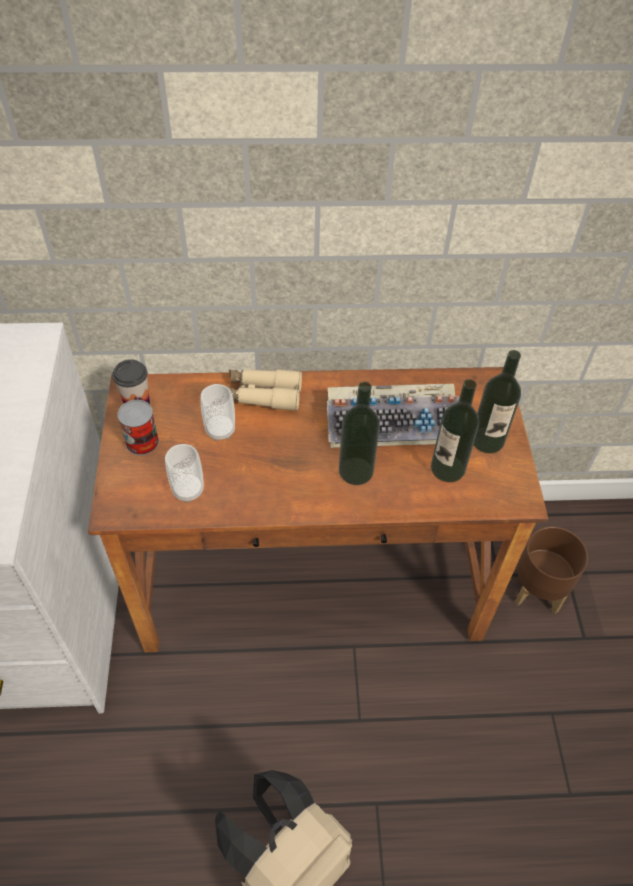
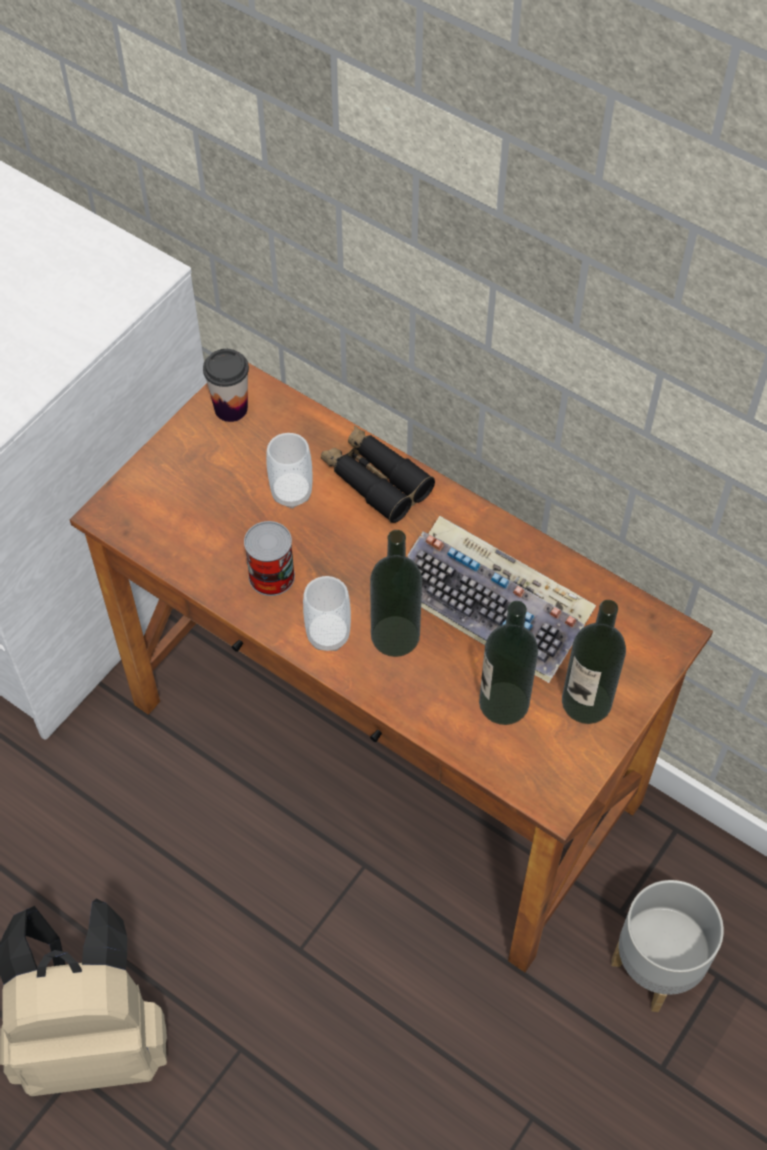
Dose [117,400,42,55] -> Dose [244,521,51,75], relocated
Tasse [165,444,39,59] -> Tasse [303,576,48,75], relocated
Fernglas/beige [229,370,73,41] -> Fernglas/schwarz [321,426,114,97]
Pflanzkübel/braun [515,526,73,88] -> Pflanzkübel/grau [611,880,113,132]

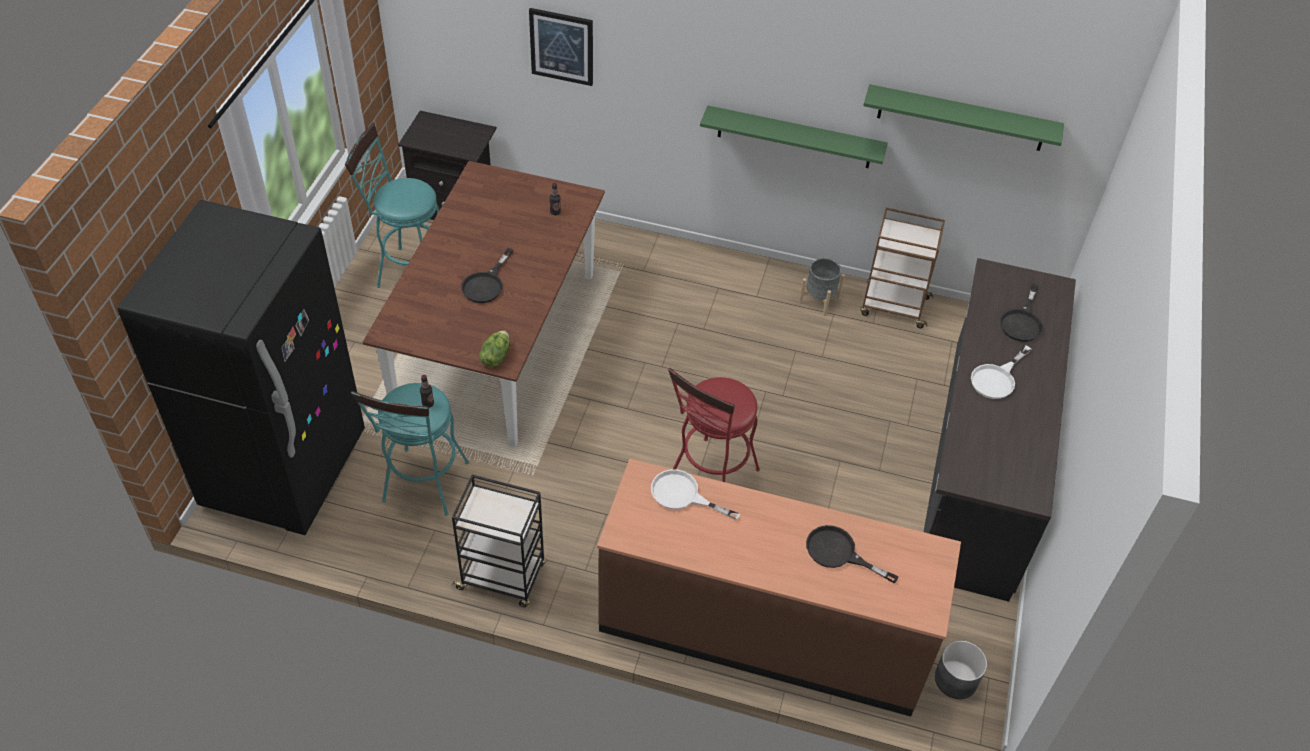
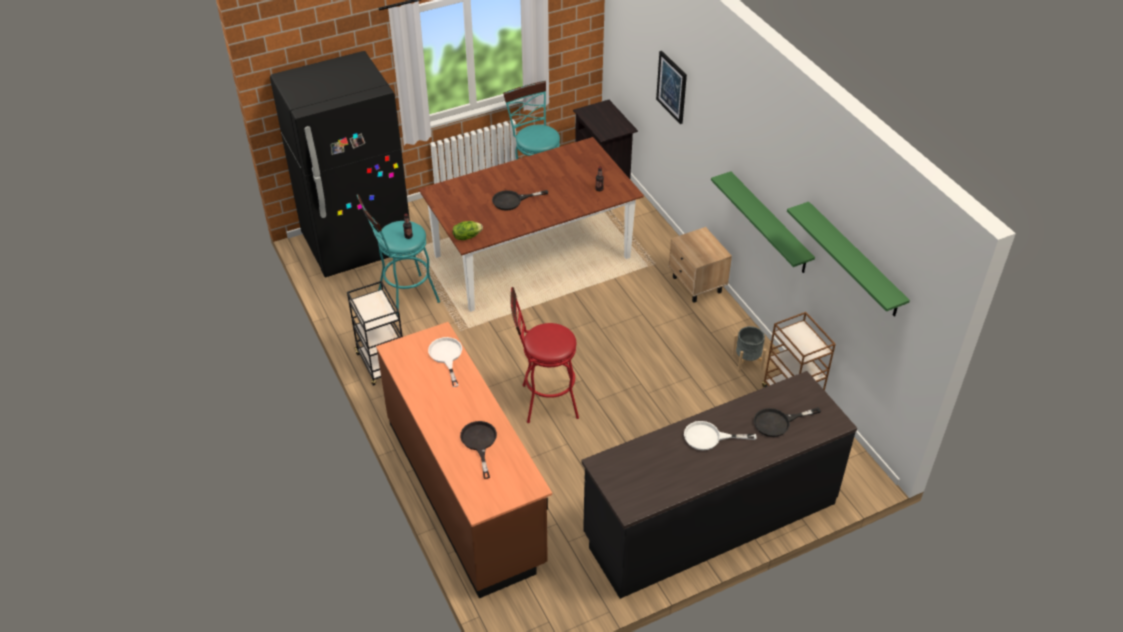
Pflanzkübel/grau [935,640,52,59] -> none
none -> Nachttisch/beige [669,227,63,76]

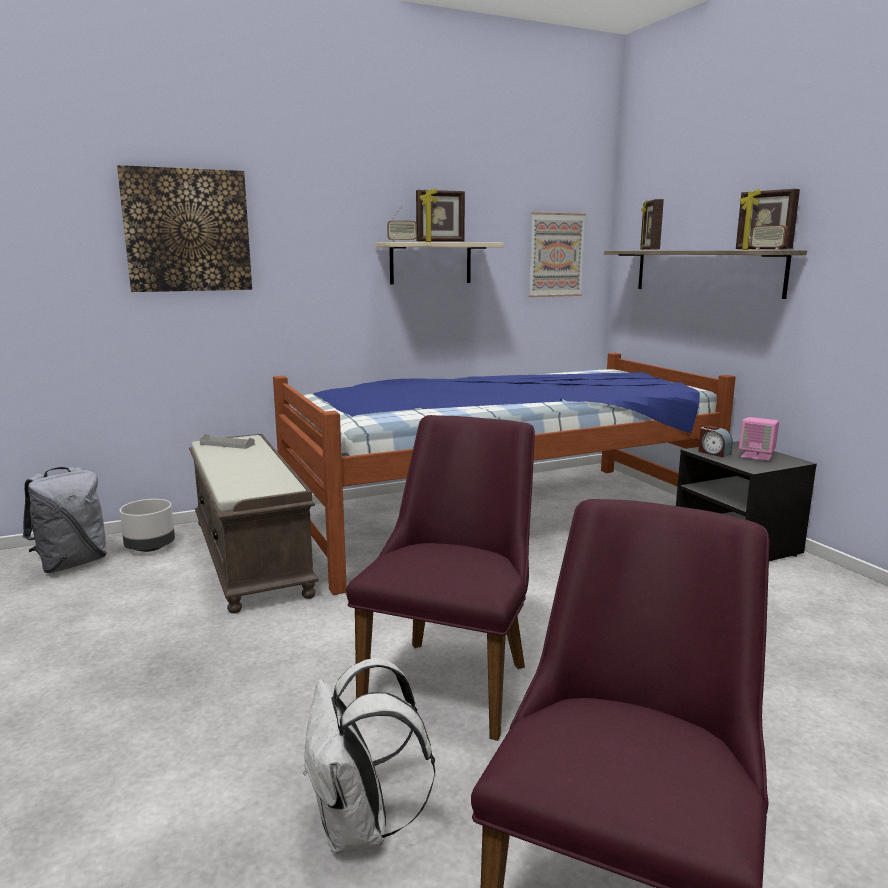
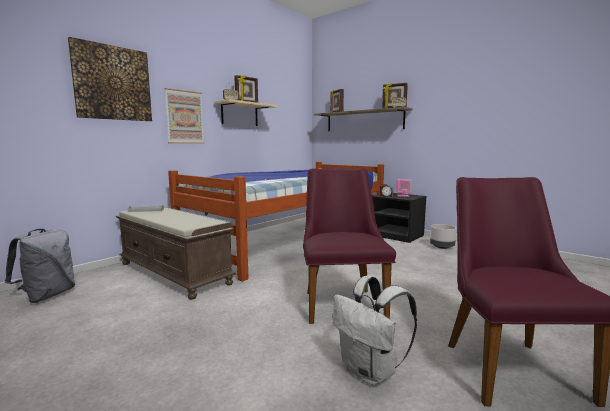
Pflanzkübel/grau [119,499,56,53] -> Pflanzkübel/grau [430,224,26,25], relocated
Bild [529,212,57,85] -> Bild [164,88,40,56], relocated

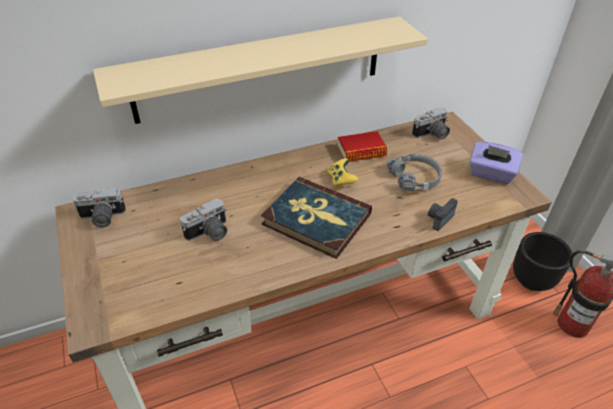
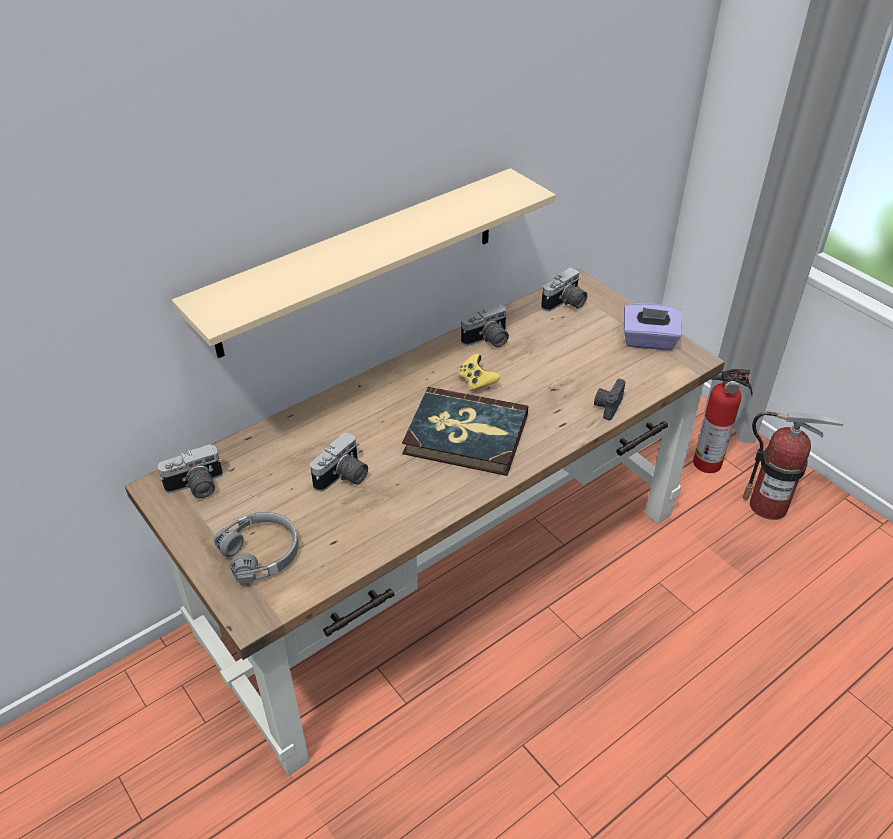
Buch [337,131,50,31] -> Kamera [461,304,48,44]
Kopfhörer/grau [387,154,55,38] -> Kopfhörer/grau [214,512,85,71], relocated
Pflanzkübel/schwarz [513,232,59,59] -> Feuerlöscher [693,369,60,104]

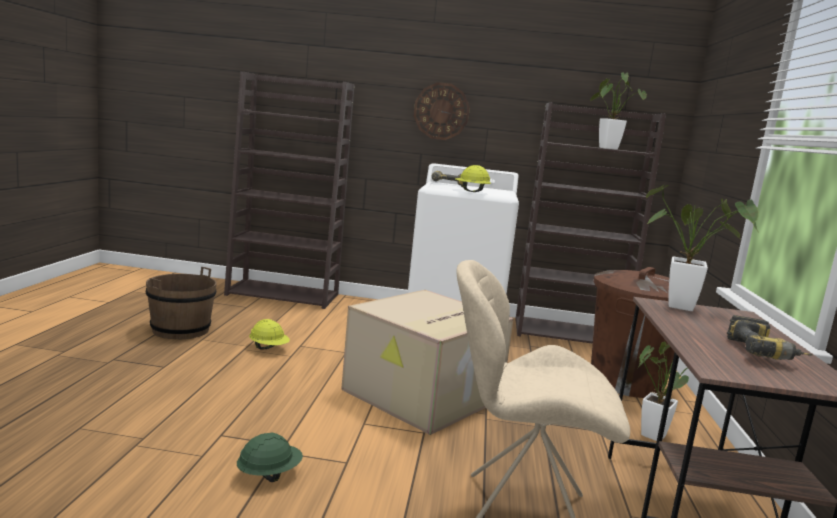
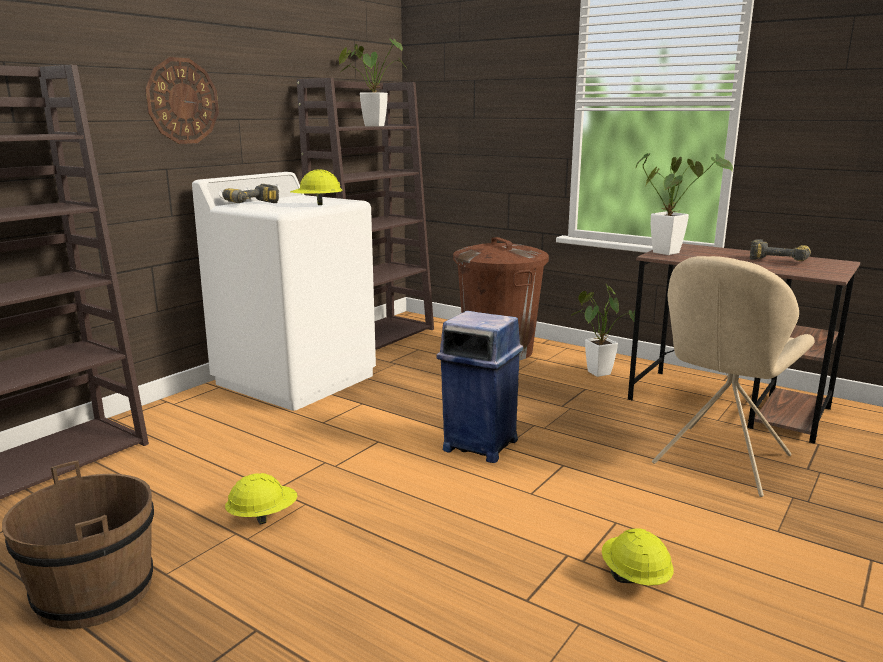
Schutzhelm/grün [237,432,66,50] -> Schutzhelm/gelb [602,528,71,58]
Karton [341,290,173,145] -> Mülleimer/blau [436,311,87,152]

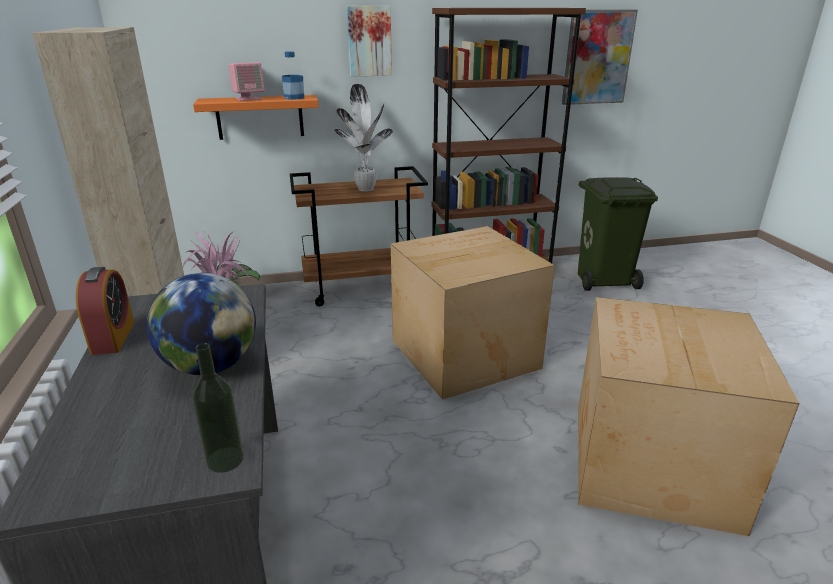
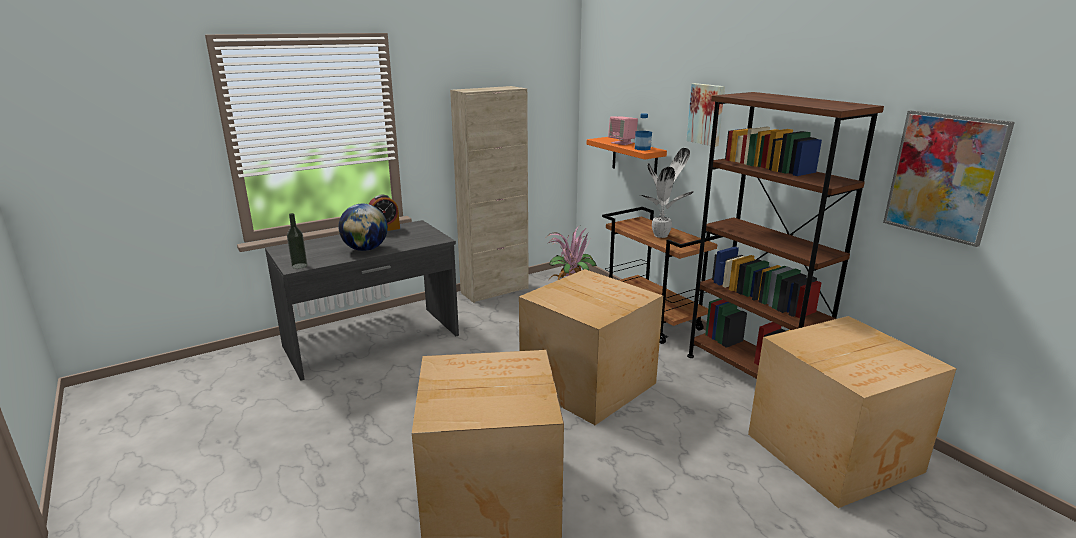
Mülleimer/grün [578,177,80,114] -> Karton [748,316,209,192]

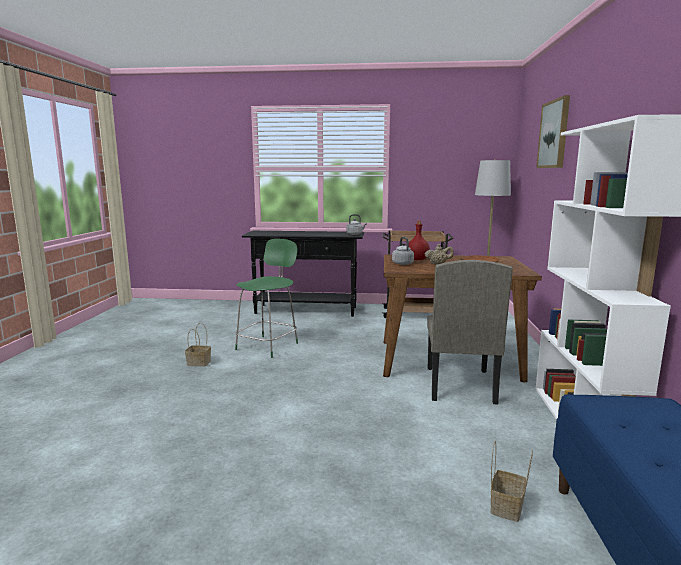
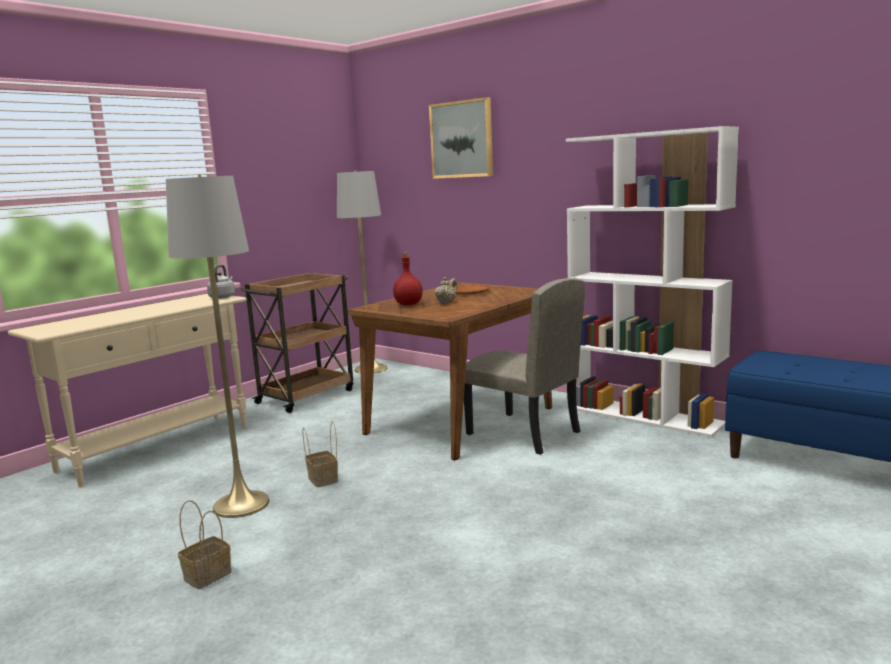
Hocker/grün [235,239,63,119] -> Stehlampe/grau [166,174,103,344]
Konsolentisch/schwarz [242,231,122,86] -> Konsolentisch/beige [8,294,239,193]
Wasserkessel/grau [392,237,22,28] -> none
Korb [490,441,43,81] -> Korb [303,421,35,66], relocated

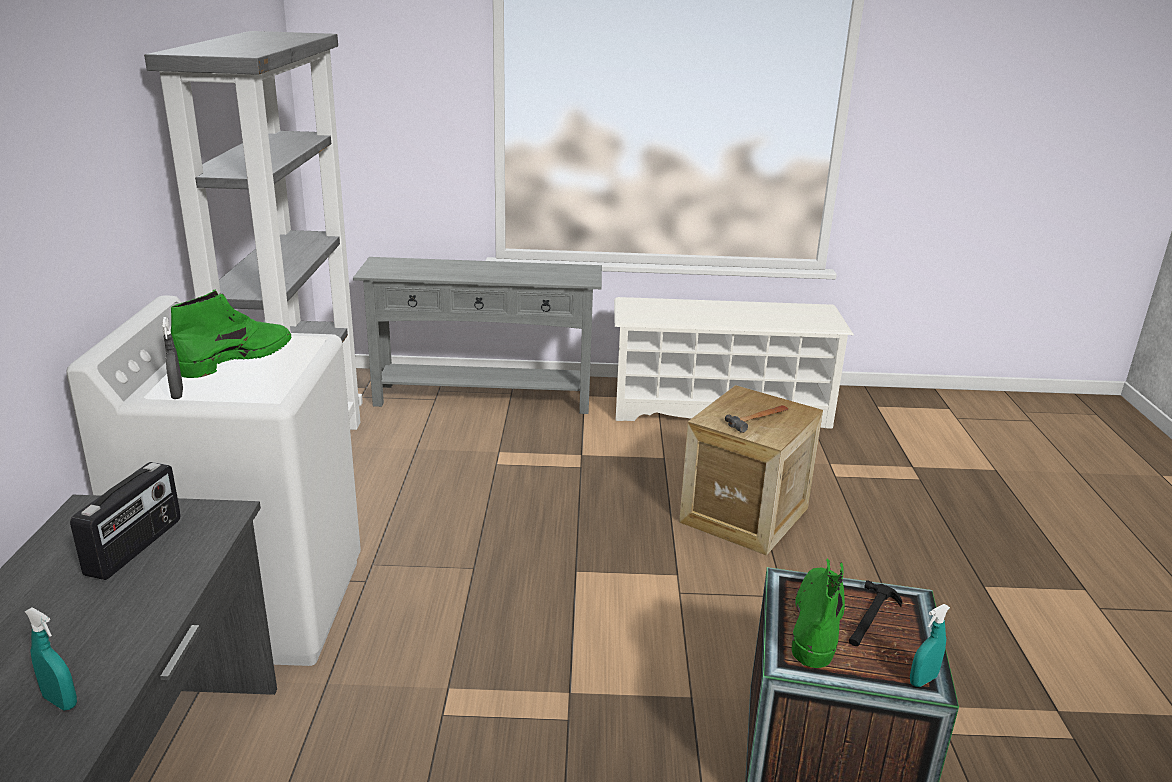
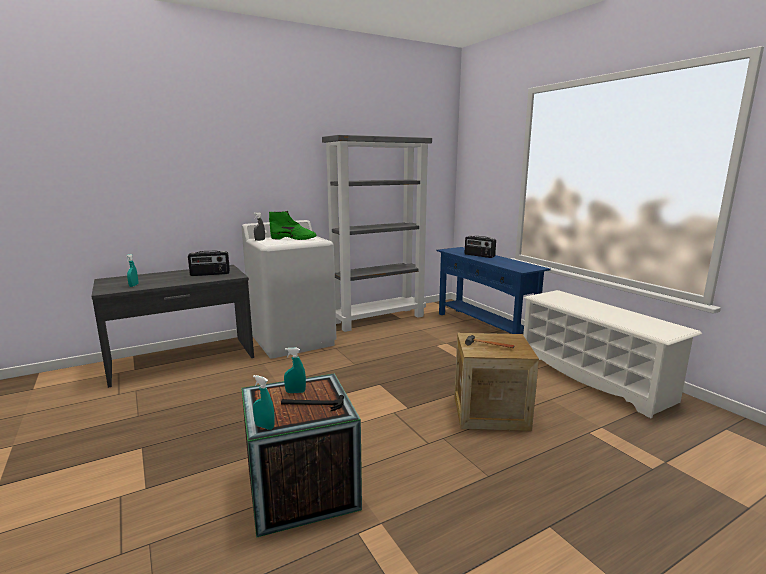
Konsolentisch/grau [353,257,249,157] -> Konsolentisch/blau [436,247,115,87]
Stiefel/grün [792,559,53,109] -> Sprühflasche/türkis [284,348,22,45]
none -> Radio [465,236,31,22]

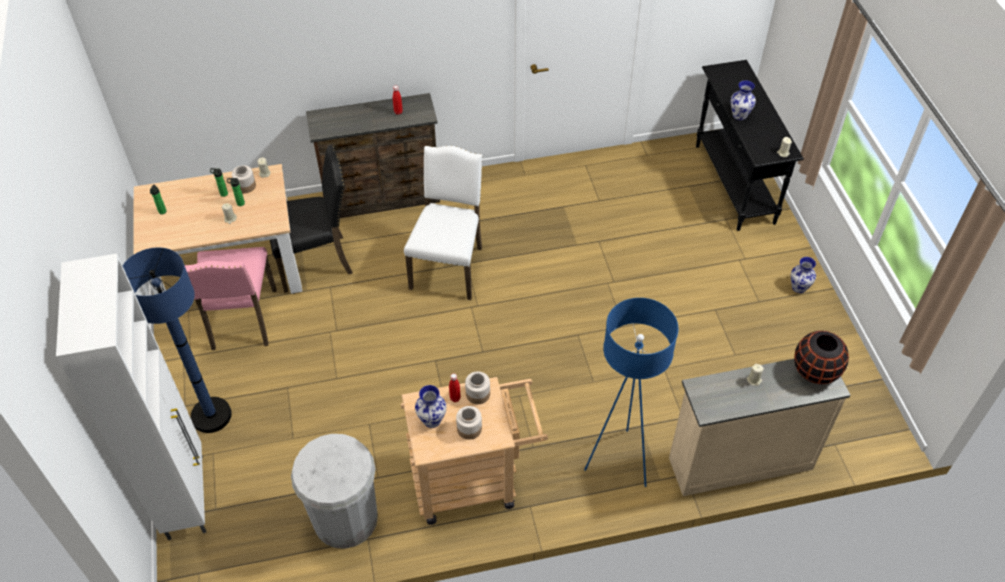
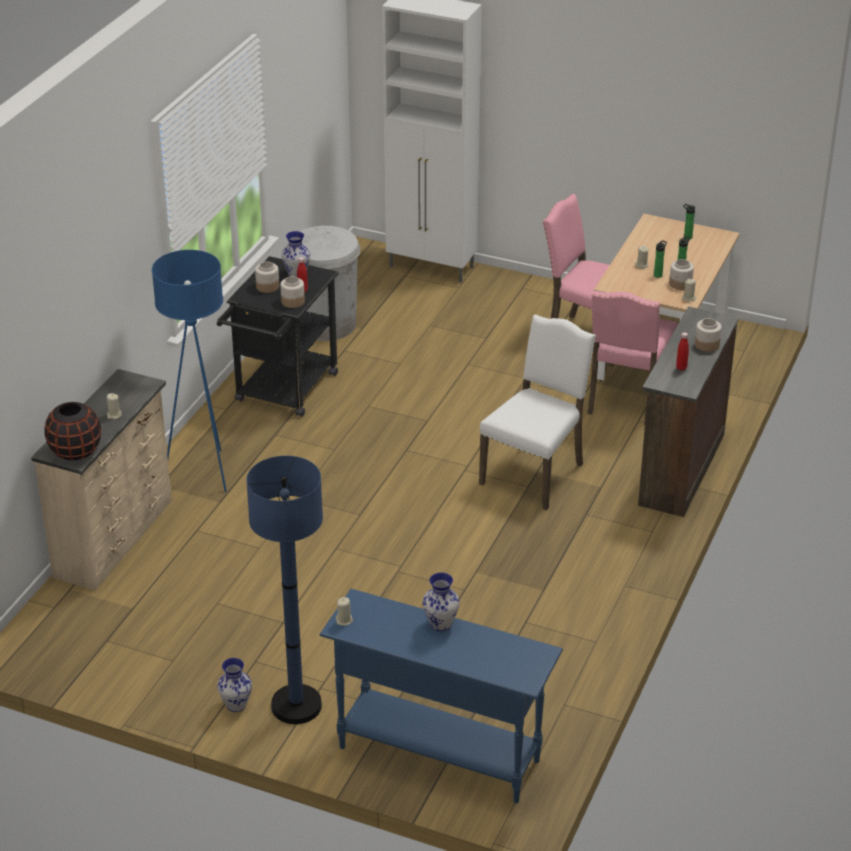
Stehlampe/blau [123,247,109,186] -> Stehlampe/blau [246,456,77,268], relocated
Stuhl/schwarz [270,145,83,148] -> Stuhl/rosa [588,291,90,134]
Rollwagen/beige [401,377,147,148] -> Rollwagen/schwarz [217,256,122,161]
Stuhl/weiß [404,146,78,154] -> Stuhl/weiß [479,315,117,195], 105 degrees counterclockwise
Konsolentisch/schwarz [696,60,108,171] -> Konsolentisch/blau [320,589,243,214]
none -> Vorratsglas [695,318,27,34]

